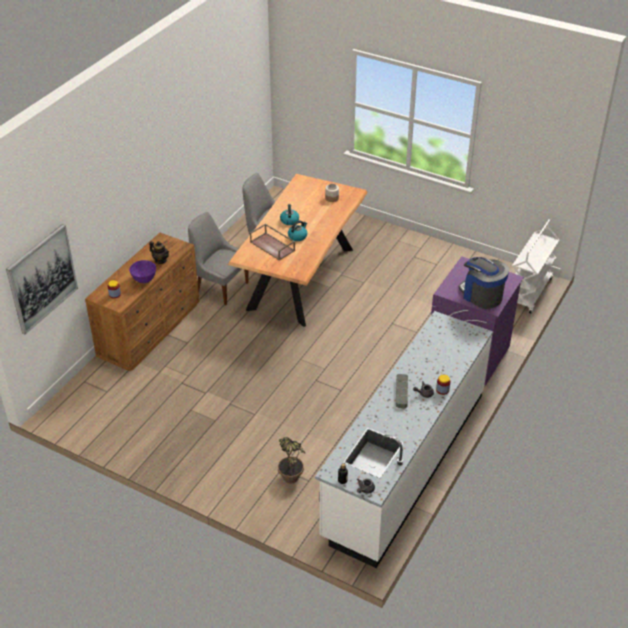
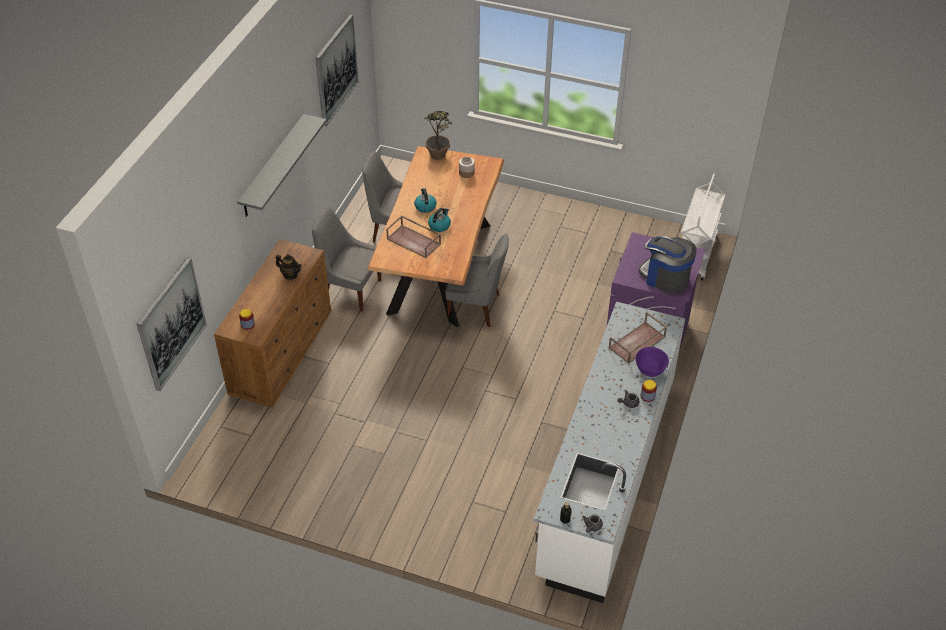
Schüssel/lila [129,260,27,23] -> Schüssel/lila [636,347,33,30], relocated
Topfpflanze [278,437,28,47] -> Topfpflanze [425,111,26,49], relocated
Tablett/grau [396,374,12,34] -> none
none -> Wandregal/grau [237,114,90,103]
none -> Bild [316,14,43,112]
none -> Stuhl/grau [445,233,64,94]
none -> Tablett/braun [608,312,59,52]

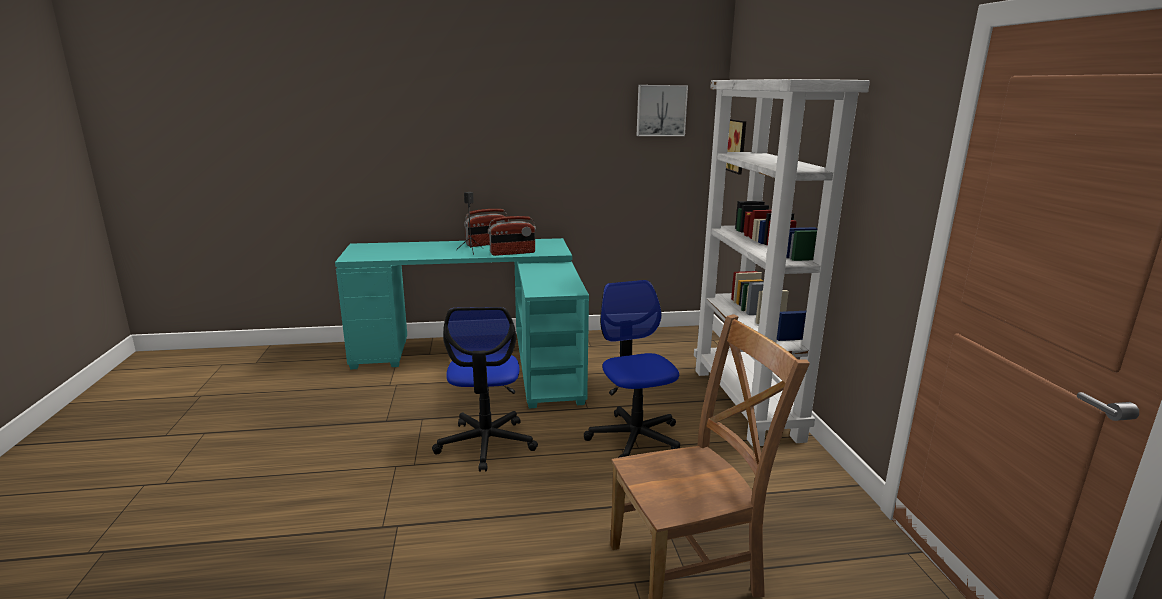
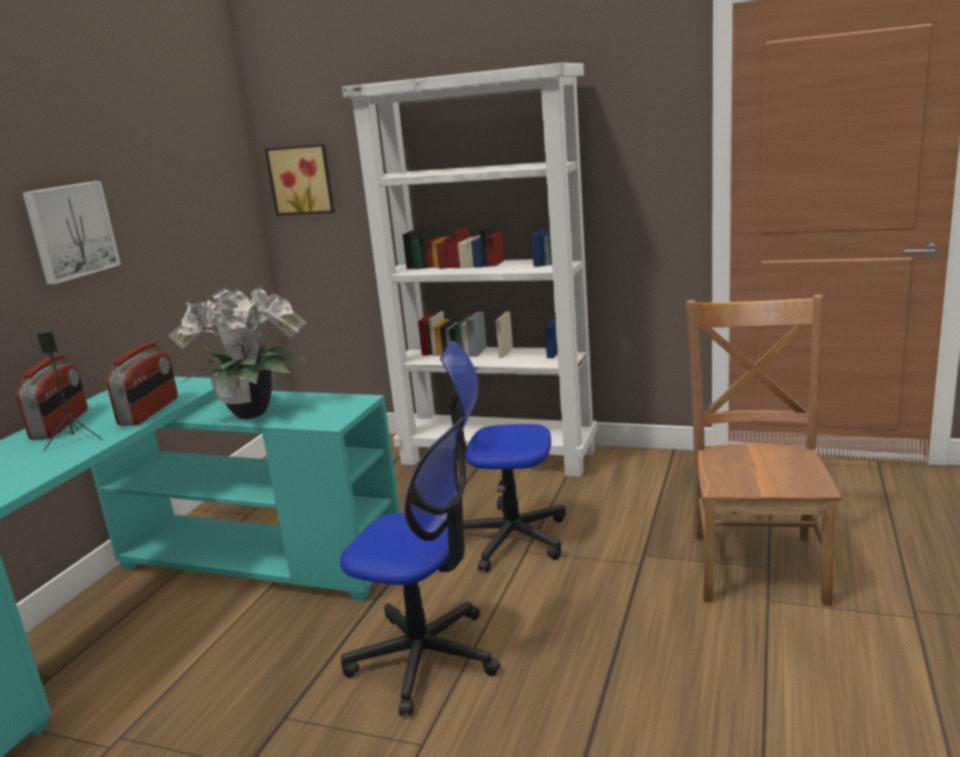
Bild [637,85,51,51] -> Bild [22,181,99,103], relocated
none -> Topfpflanze [168,286,138,133]

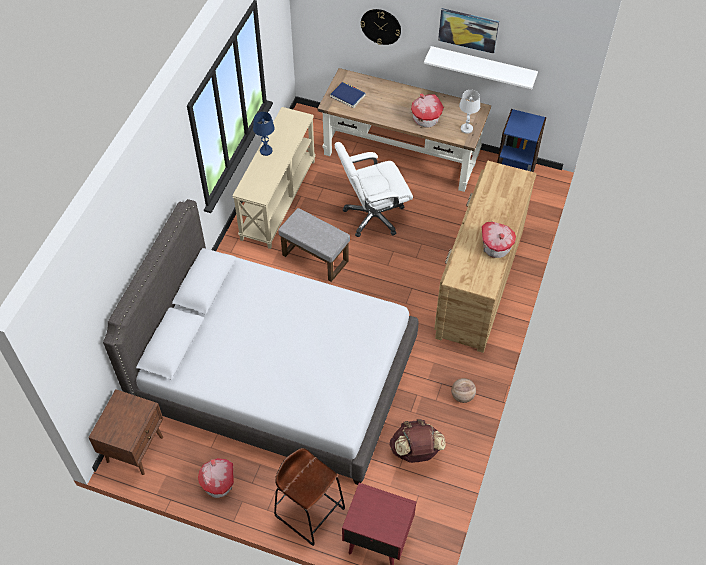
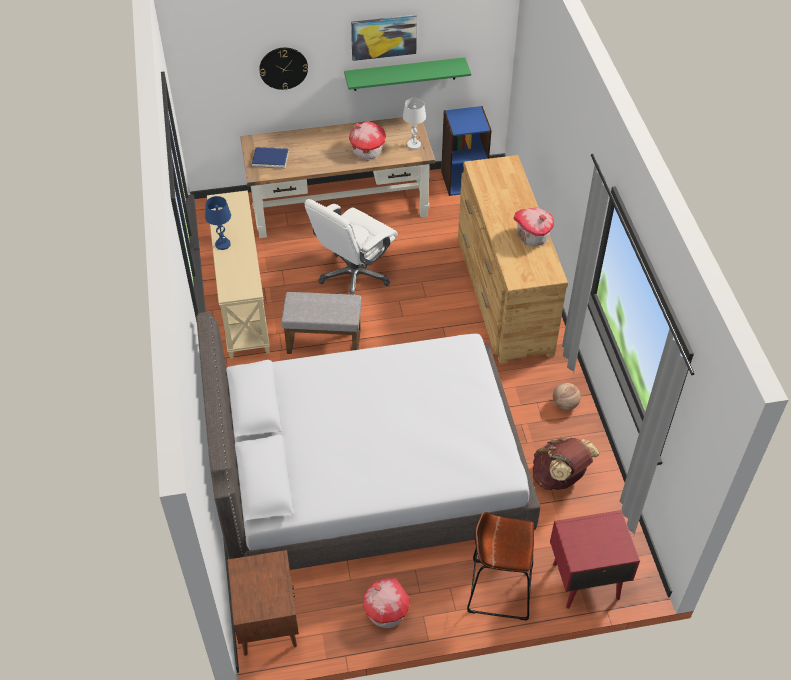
Wandregal/weiß [424,46,114,43] -> Wandregal/grün [344,57,127,34]

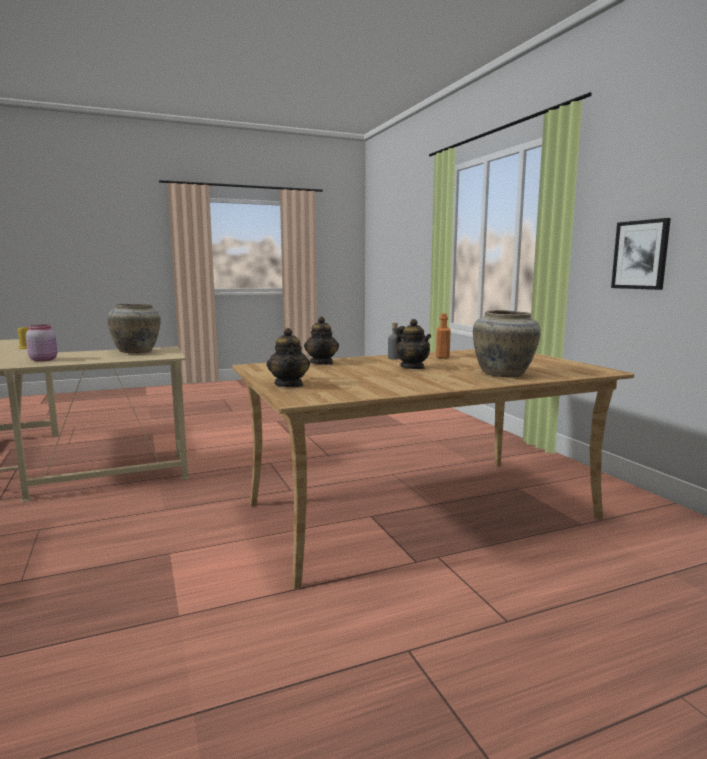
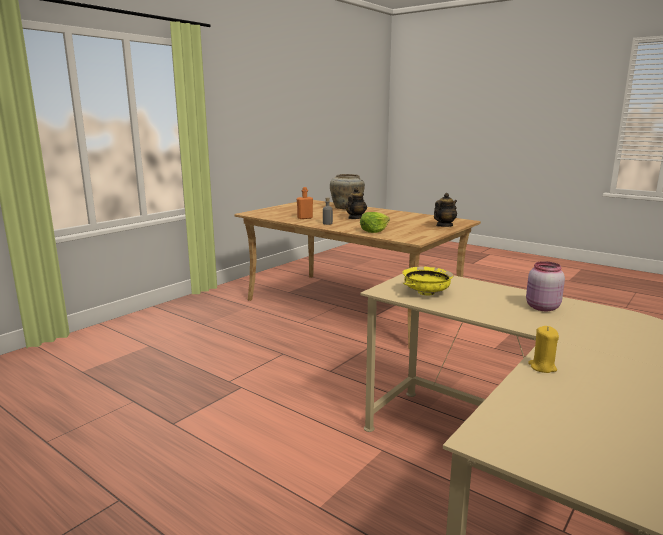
Vase/beige [107,304,54,49] -> Schüssel/gelb [403,267,51,28]
Teekanne [304,317,35,48] -> Salatkopf [360,212,30,21]
Bild [611,218,60,72] -> none

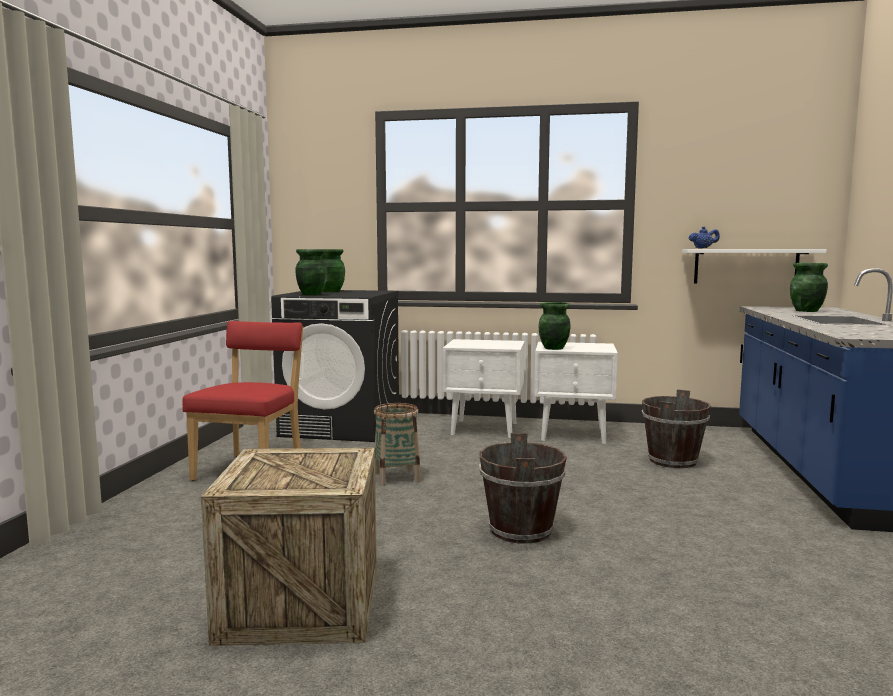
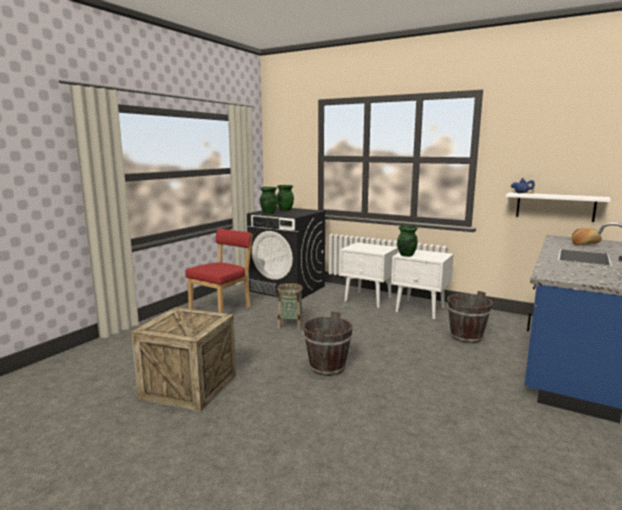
Vase/grün [790,263,38,49] -> Brot [572,227,30,19]

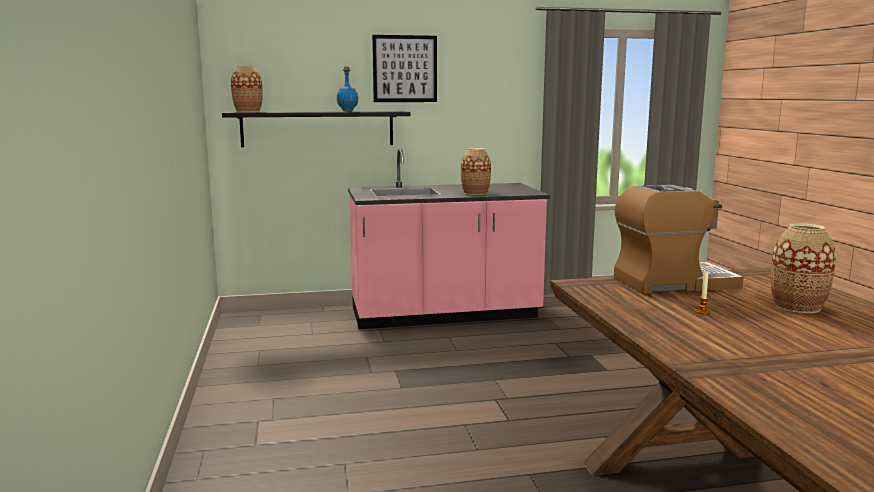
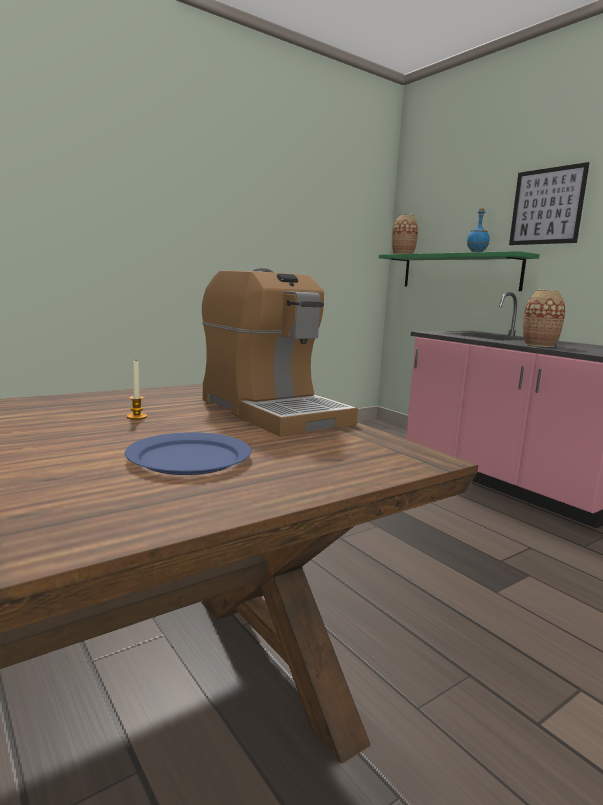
Wandregal/schwarz [222,111,188,36] -> Wandregal/grün [379,251,161,40]
Vase [771,223,65,90] -> Teller/blau [125,432,126,43]

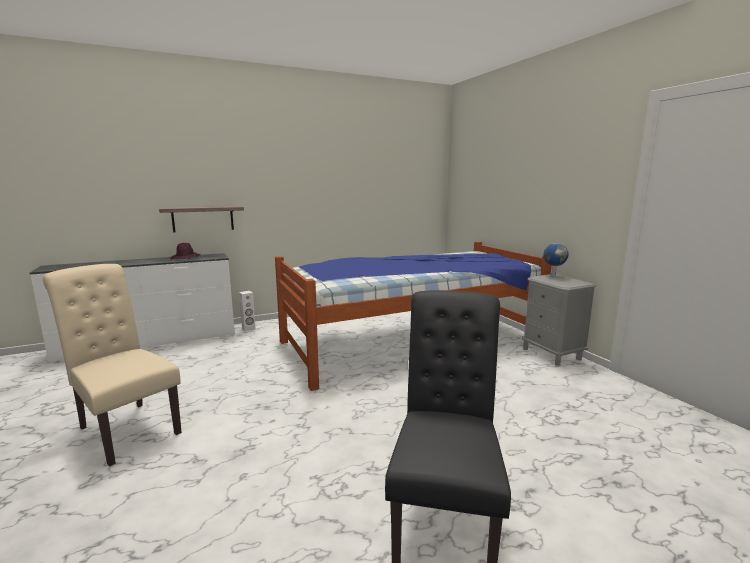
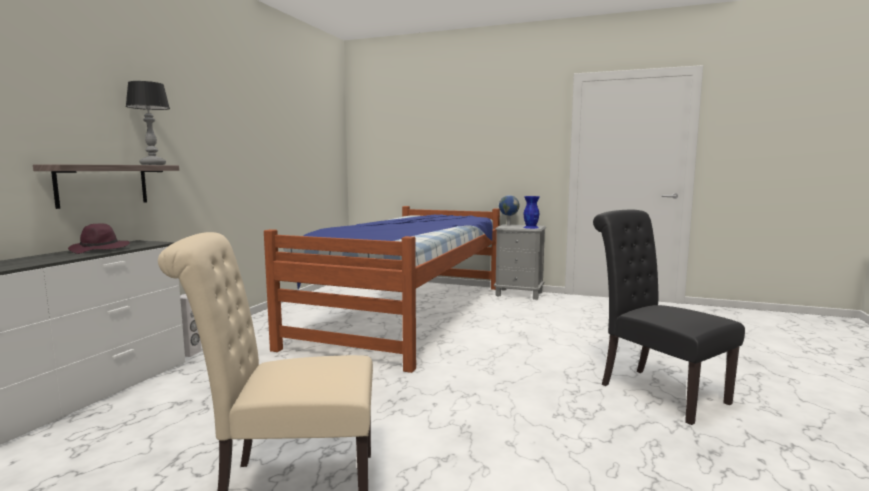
none -> Tischlampe [126,81,44,84]
none -> Vase/blau [523,196,17,33]

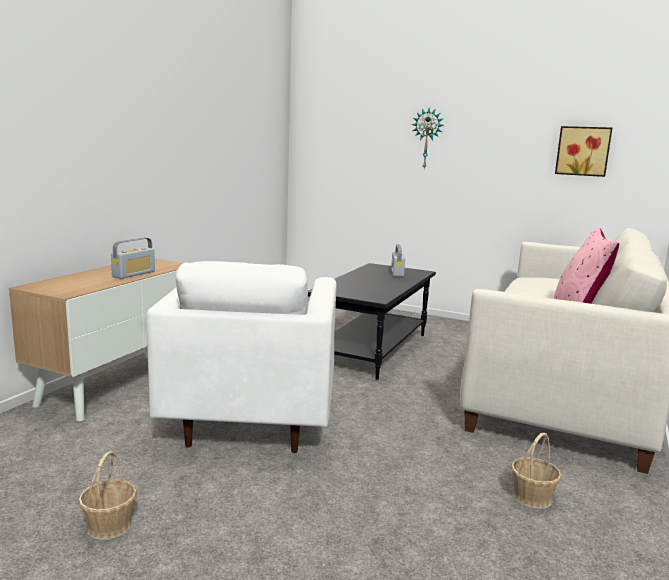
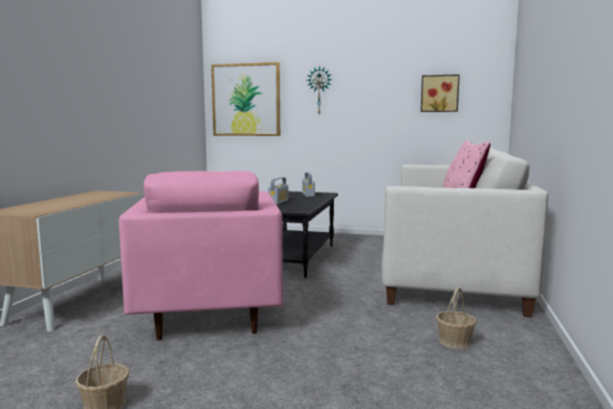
Radio [111,237,44,42] -> Radio [268,177,20,28], relocated
Sessel/weiß [146,261,191,192] -> Sessel/rosa [119,171,164,169]
none -> Bild [211,62,69,74]

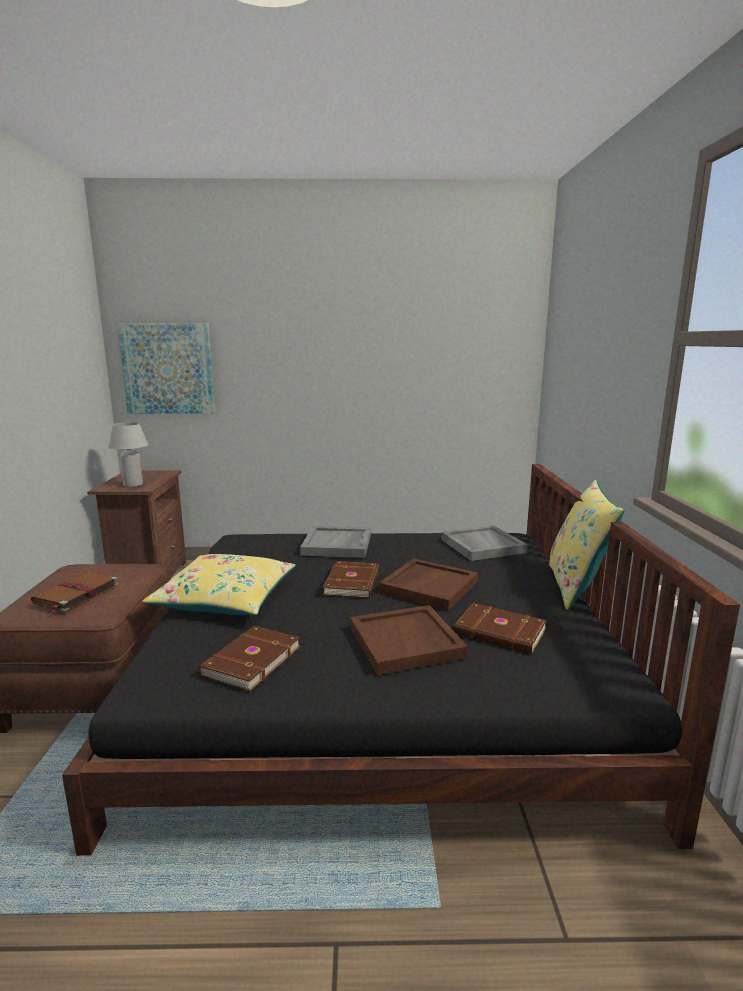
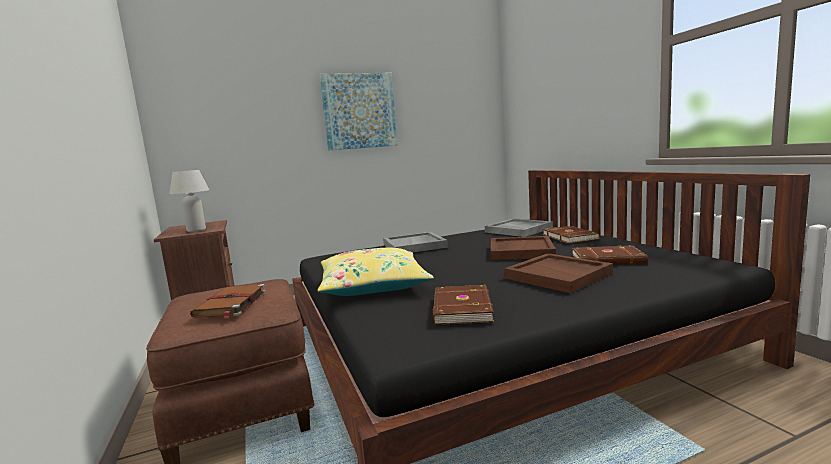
Bild [117,324,98,90] -> Bild [319,73,79,78], relocated
Buch/braun [322,561,57,37] -> Buch/braun [542,226,58,18], relocated
Kissen/gelb [549,480,76,130] -> none

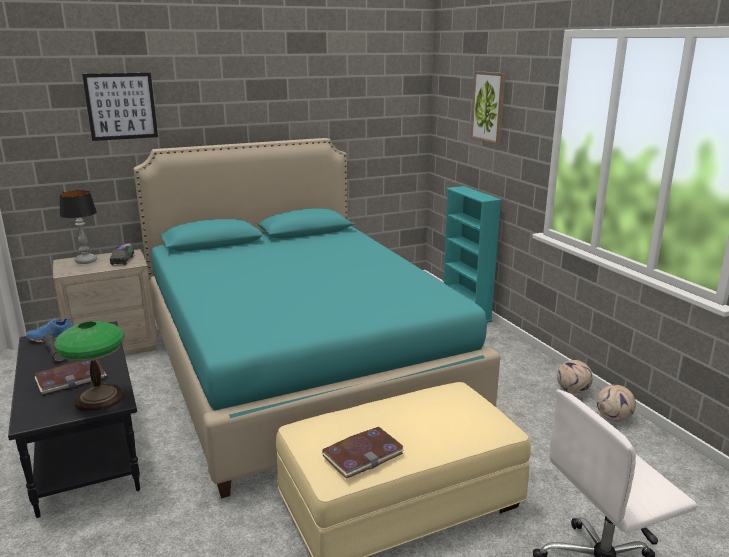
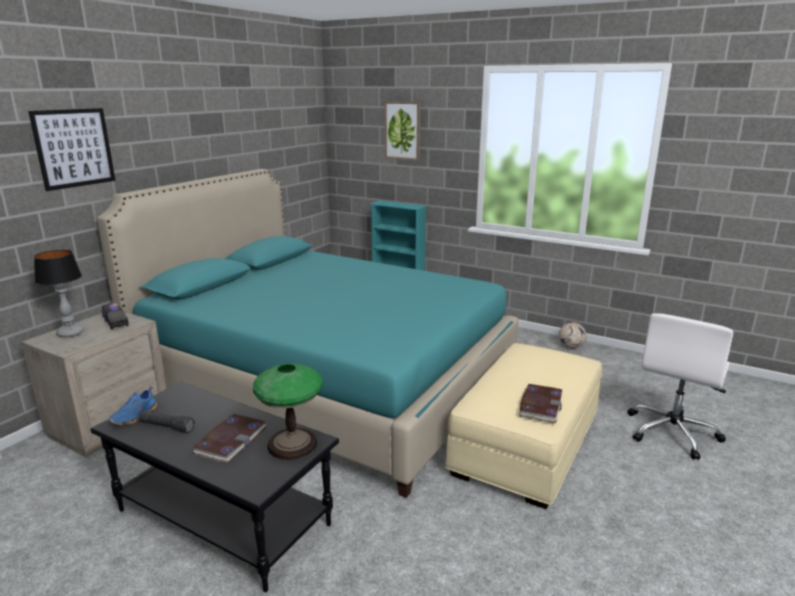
Fußball [557,360,36,34] -> none

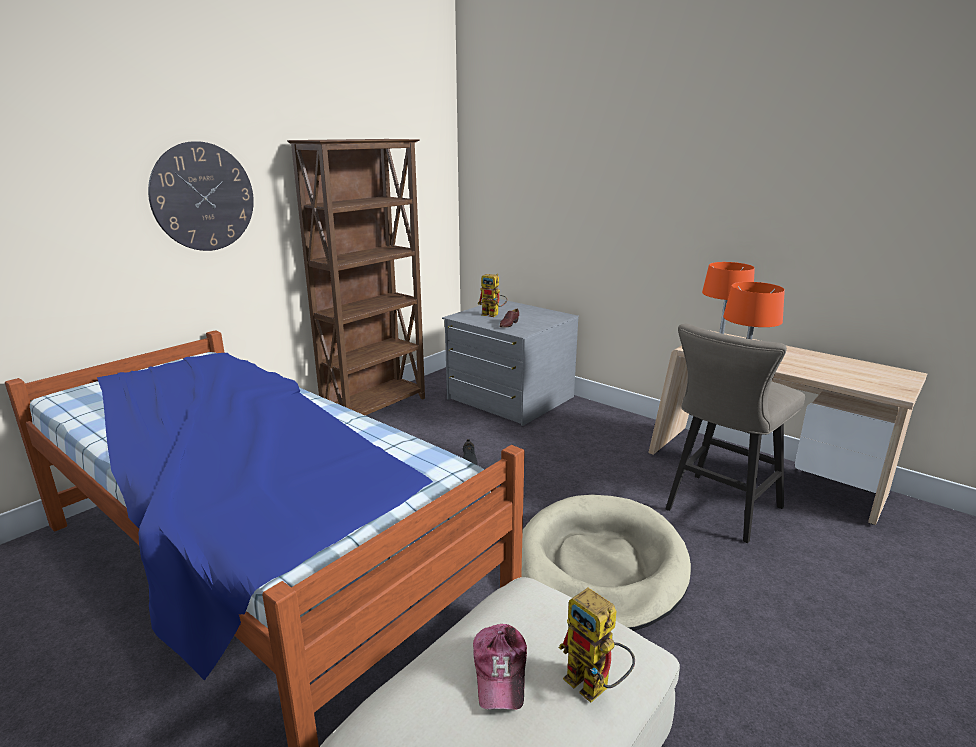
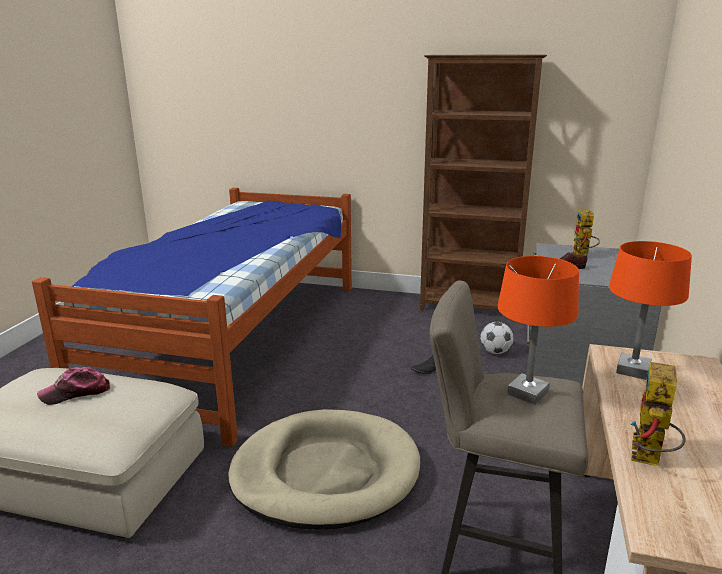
Wanduhr [148,141,106,110] -> none
Spielzeugroboter [559,588,76,115] -> Spielzeugroboter [631,362,55,104], relocated
none -> Fußball [480,322,33,32]

